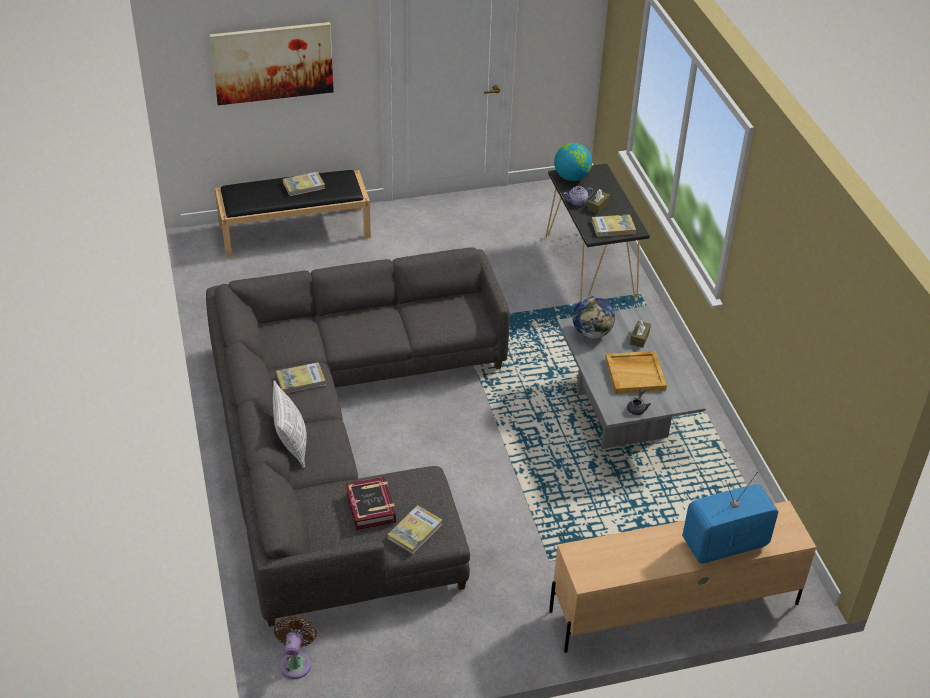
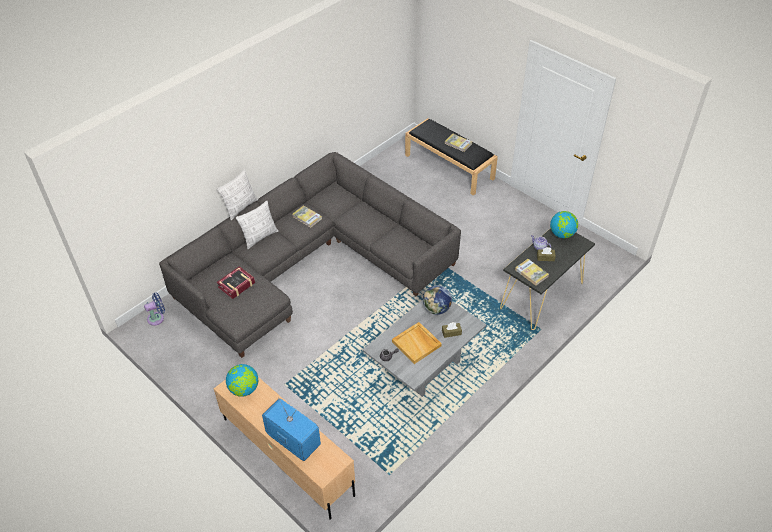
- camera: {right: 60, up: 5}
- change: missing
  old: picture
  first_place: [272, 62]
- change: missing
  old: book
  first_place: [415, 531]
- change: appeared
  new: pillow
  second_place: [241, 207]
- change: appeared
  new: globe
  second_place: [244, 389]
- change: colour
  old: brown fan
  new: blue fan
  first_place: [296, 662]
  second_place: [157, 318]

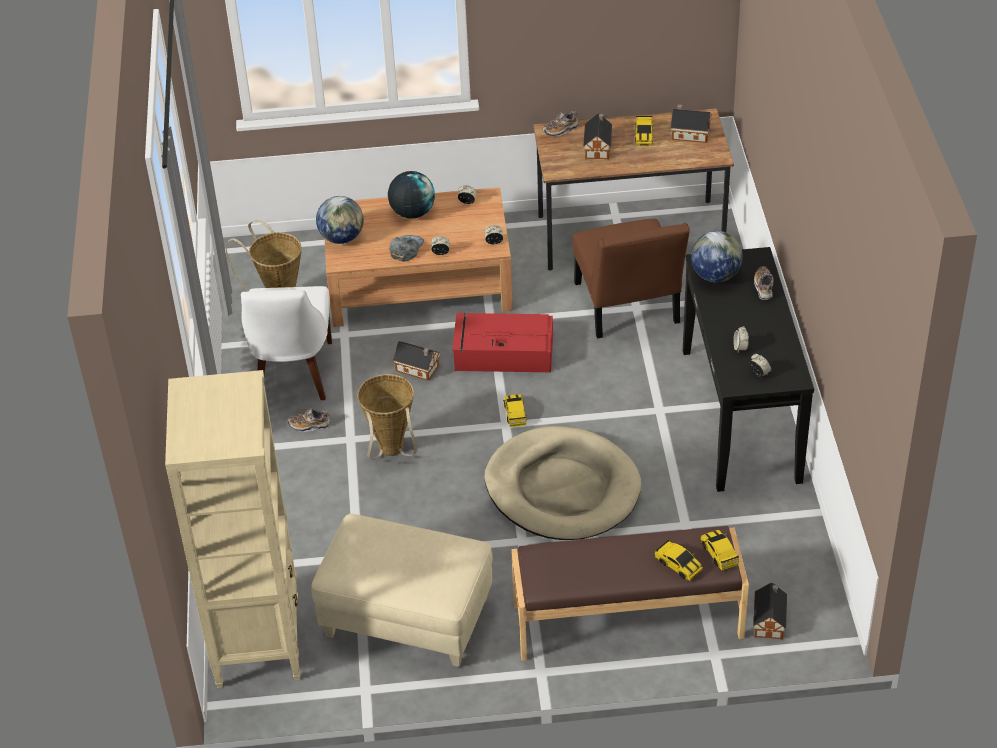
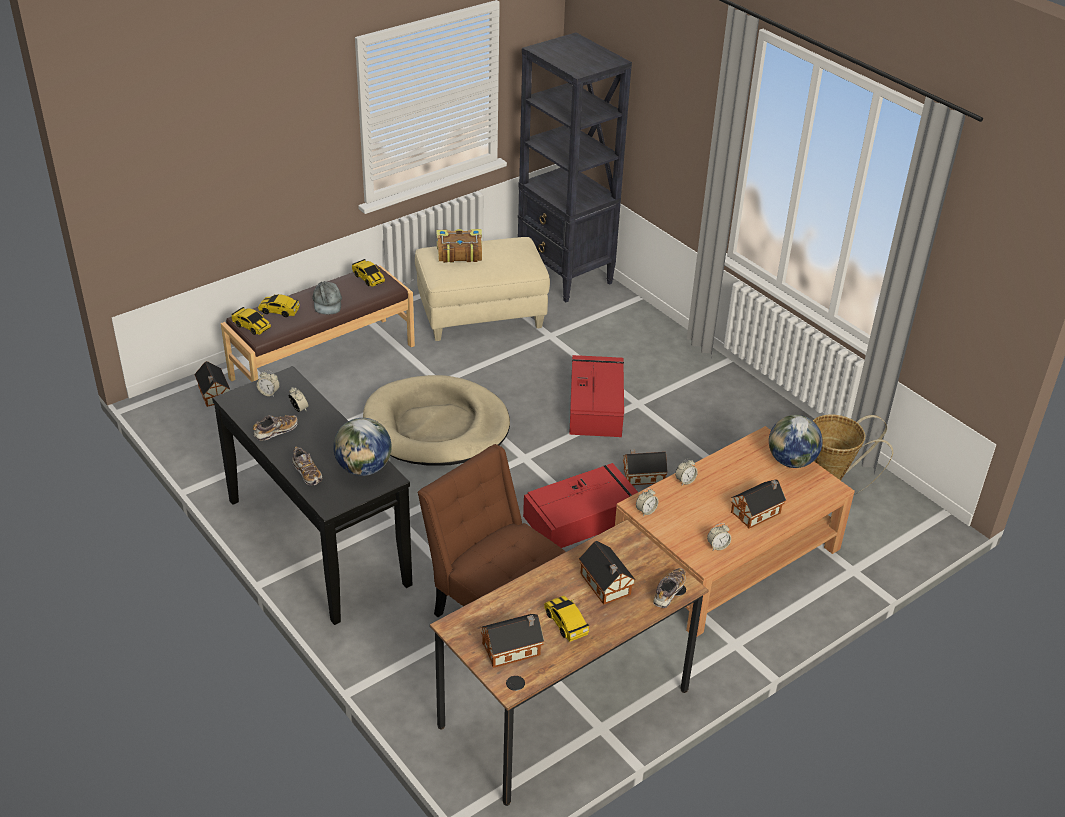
- camera: {right: 145, up: -5}
- change: missing
  old: white chair
  first_place: [292, 375]
- change: appeared
  new: book
  second_place: [458, 252]
- change: relocated
  old: shoe
  first_place: [309, 425]
  second_place: [276, 431]
- change: relocated
  old: grey cap
  first_place: [406, 249]
  second_place: [327, 303]
- change: relocated
  old: toy car
  first_place: [515, 414]
  second_place: [368, 278]
- change: exchanged
  old: basket
  new: red storage box
  first_place: [391, 453]
  second_place: [595, 405]
- change: exchanged
  old: globe
  new: toy house
  first_place: [412, 213]
  second_place: [757, 512]
- change: colour
  old: beige bookcase
  new: black bookcase
  first_place: [258, 641]
  second_place: [565, 276]

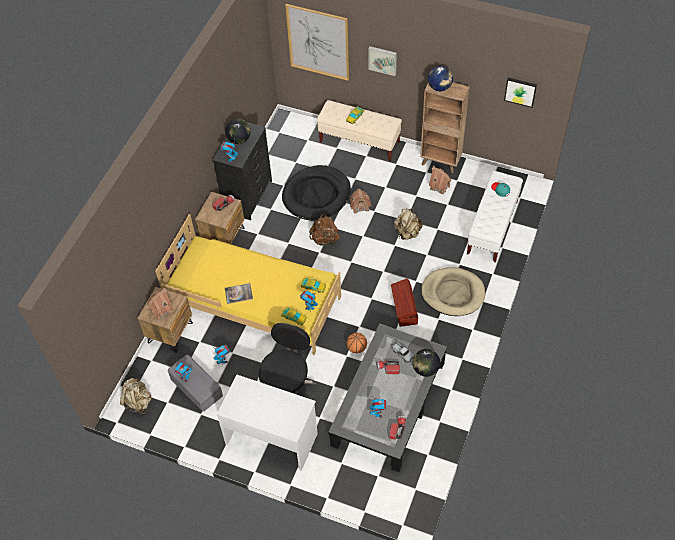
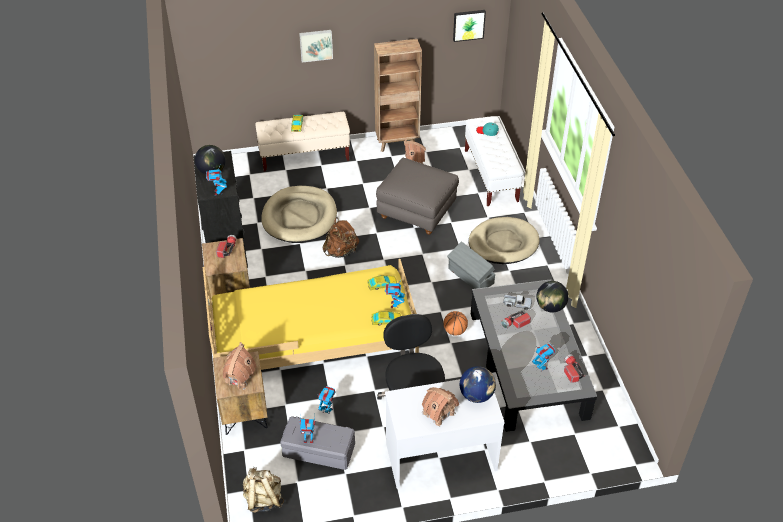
- camera: {right: -35, up: -10}
- change: missing
  old: book
  first_place: [238, 293]
- change: missing
  old: picture
  first_place: [318, 42]
- change: relocated
  old: toy house
  first_place: [360, 206]
  second_place: [439, 413]
- change: relocated
  old: globe
  first_place: [439, 87]
  second_place: [476, 395]
- change: exchanged
  old: beige backpack
  new: grey ottoman
  first_place: [407, 233]
  second_place: [417, 212]
- change: colour
  old: black dog bed
  new: beige dog bed
  first_place: [316, 195]
  second_place: [299, 217]
- change: colour
  old: brown storage box
  new: grey storage box
  first_place: [404, 309]
  second_place: [470, 276]

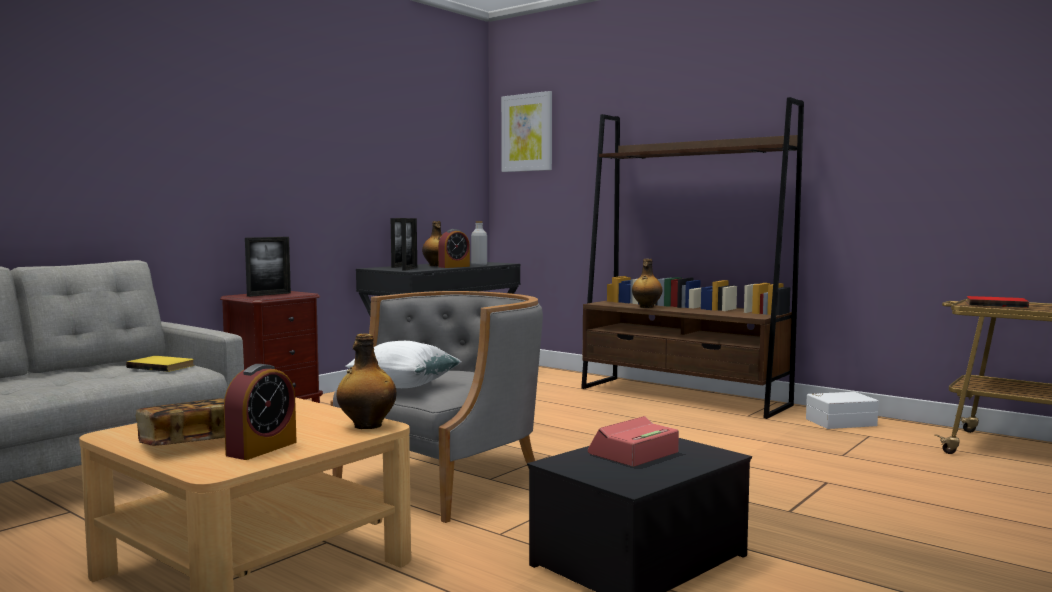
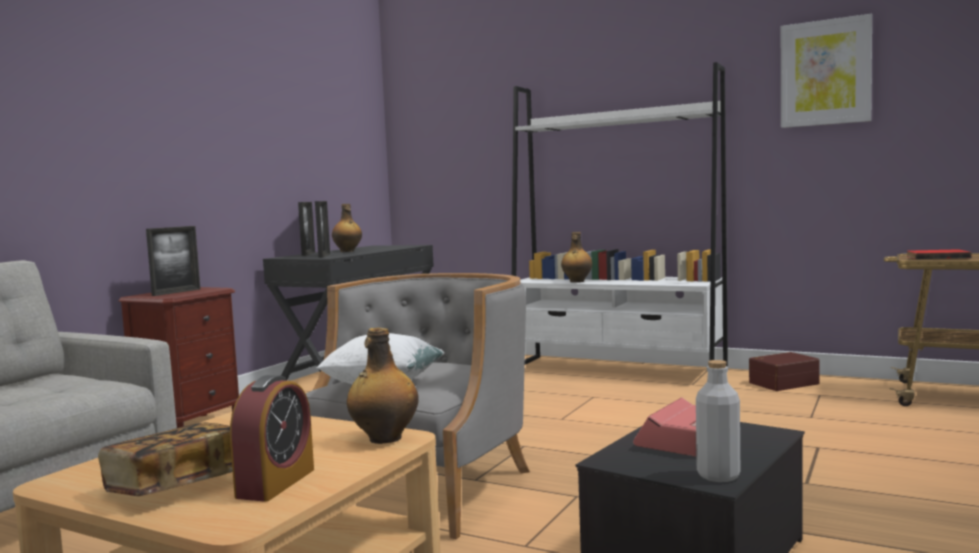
- camera: {right: -10, up: 0}
- change: missing
  old: yellow book
  first_place: [163, 366]
- change: missing
  old: alarm clock
  first_place: [454, 267]
- change: relocated
  old: grey bottle
  first_place: [479, 265]
  second_place: [718, 475]
- change: relocated
  old: picture
  first_place: [527, 132]
  second_place: [825, 73]
- change: colour
  old: brown bookcase
  new: white bookcase
  first_place: [683, 396]
  second_place: [617, 370]
- change: colour
  old: white storage box
  new: brown storage box
  first_place: [840, 422]
  second_place: [782, 383]

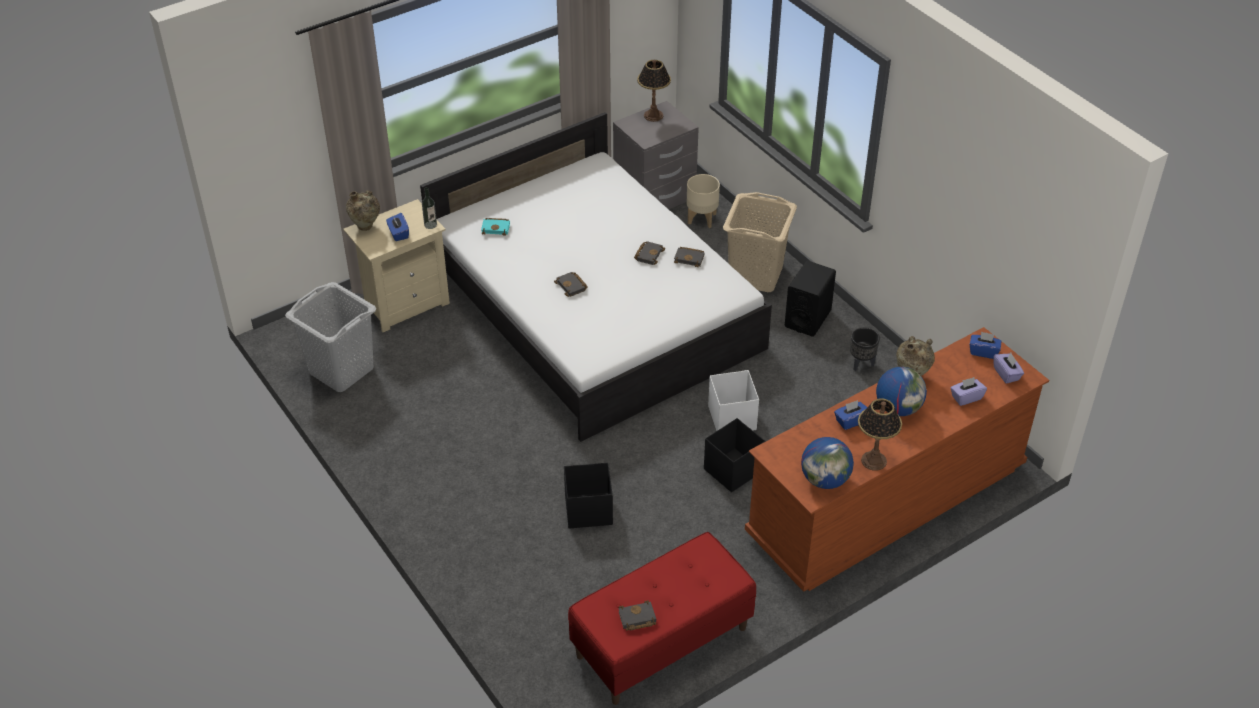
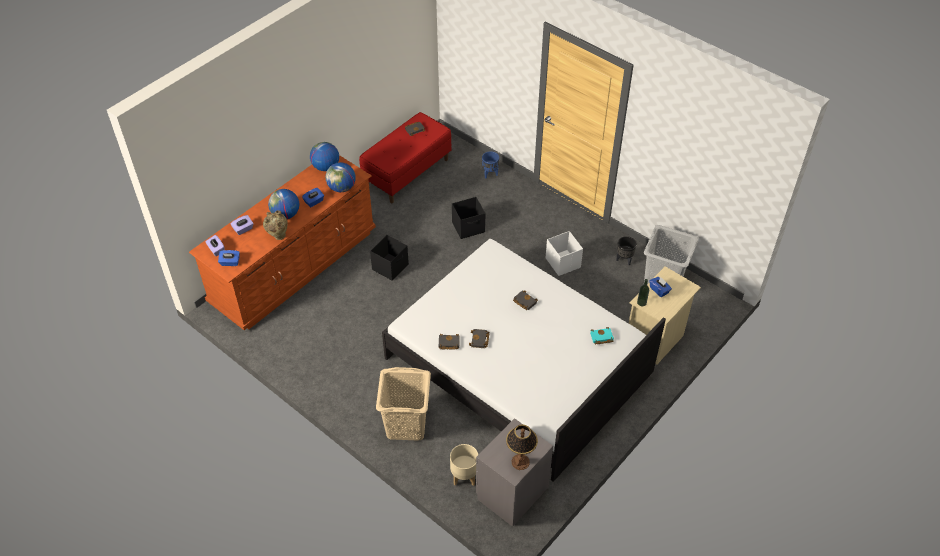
- camera: {right: 165, up: 5}
- change: missing
  old: beige vase
  first_place: [366, 228]
- change: missing
  old: black speaker
  first_place: [807, 318]
- change: missing
  old: table lamp
  first_place: [873, 461]
- change: appeared
  new: globe
  second_place: [342, 188]
- change: appeared
  new: blue planter
  second_place: [490, 174]
- change: relocated
  old: white storage box
  first_place: [732, 417]
  second_place: [563, 263]
- change: relocated
  old: black planter
  first_place: [861, 364]
  second_place: [624, 260]

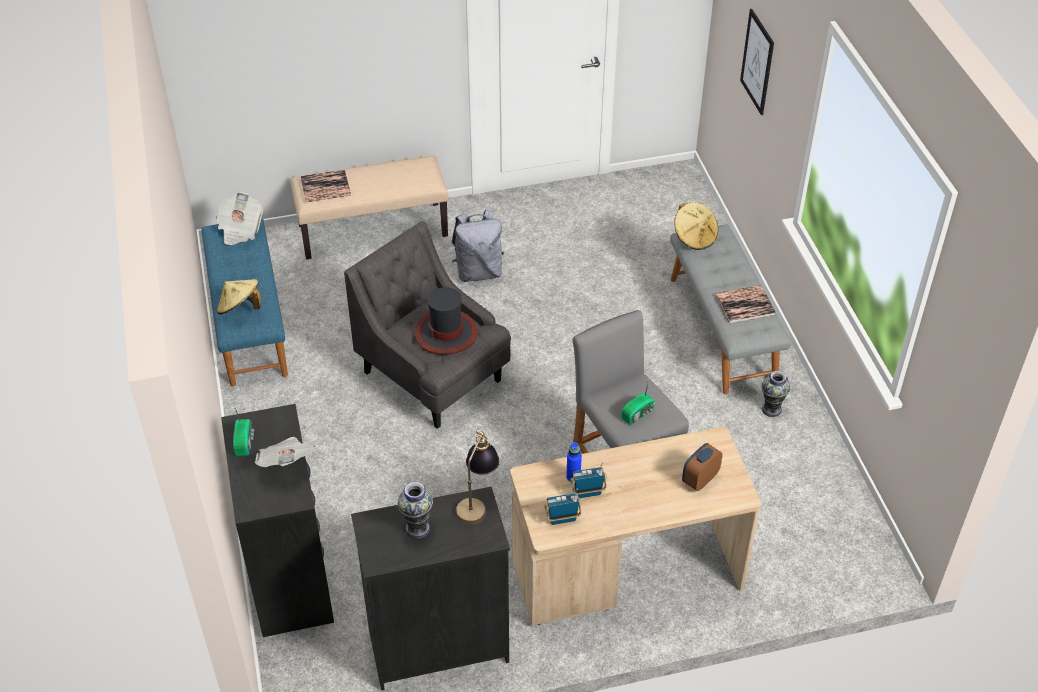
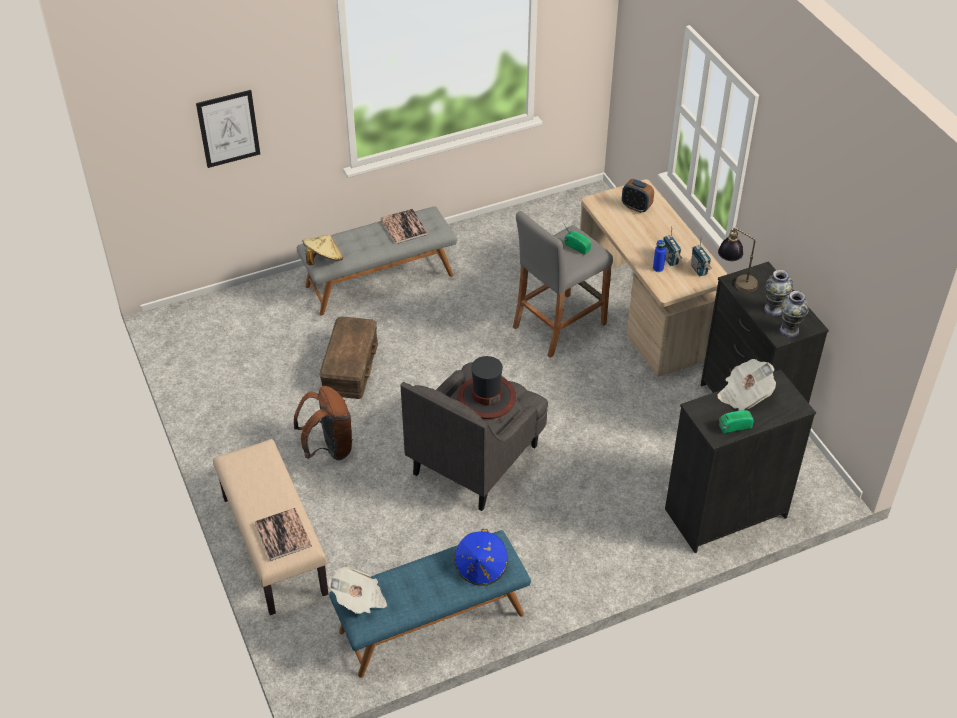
- camera: {right: -100, up: 0}
- change: appeared
  new: brown storage box
  second_place: [349, 366]
- change: relocated
  old: vase
  first_place: [771, 409]
  second_place: [789, 330]
- change: colour
  old: beige hat
  new: blue hat
  first_place: [240, 308]
  second_place: [481, 568]
- change: colour
  old: grey backpack
  new: brown backpack
  first_place: [478, 272]
  second_place: [328, 448]

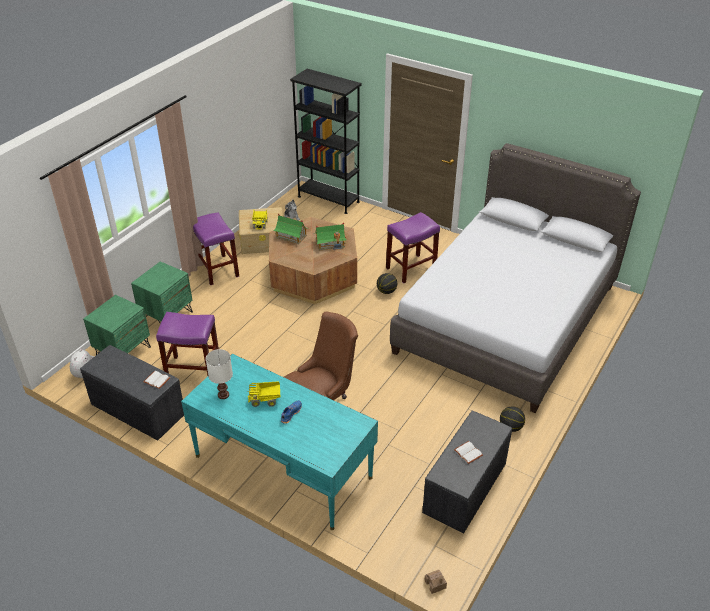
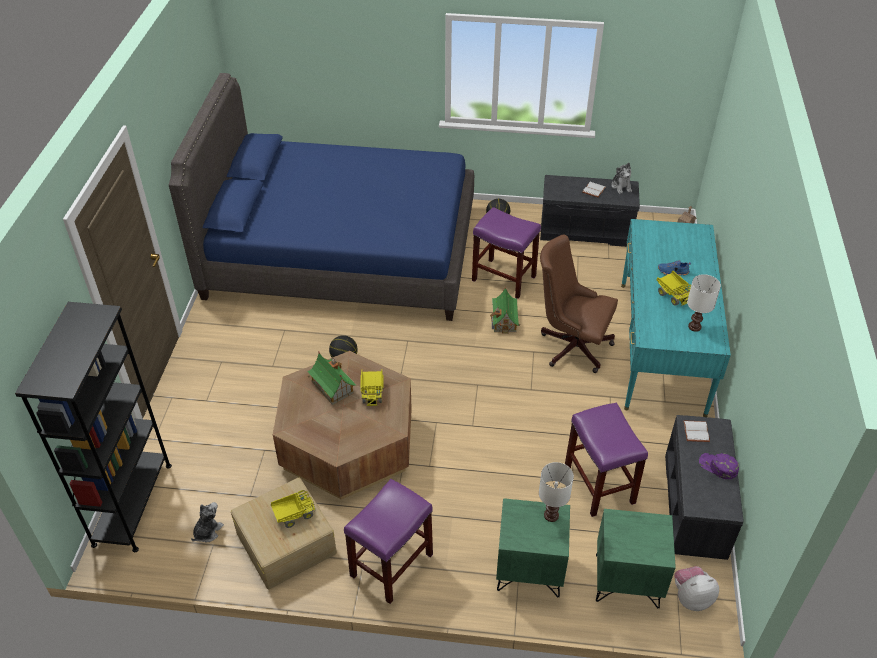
- camera: {right: -115, up: 5}
- change: appeared
  new: toy truck
  second_place: [372, 393]
- change: appeared
  new: white table lamp
  second_place: [550, 515]
- change: appeared
  new: plush toy
  second_place: [621, 186]
- change: appeared
  new: purple cap
  second_place: [718, 467]
- change: relocated
  old: toy house
  first_place: [291, 236]
  second_place: [504, 320]
- change: relocated
  old: purple stool
  first_place: [410, 269]
  second_place: [504, 278]
- change: colour
  old: grey bed
  new: blue bed
  first_place: [506, 318]
  second_place: [341, 252]

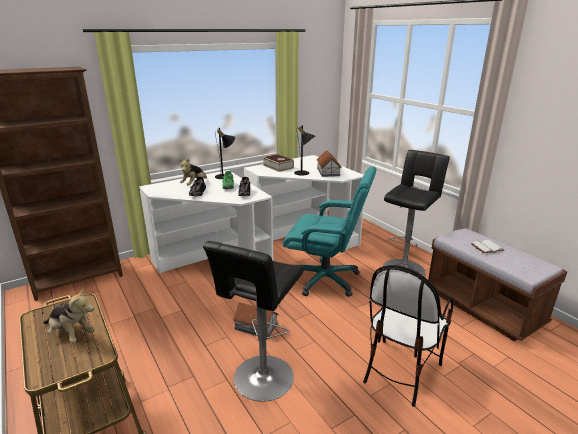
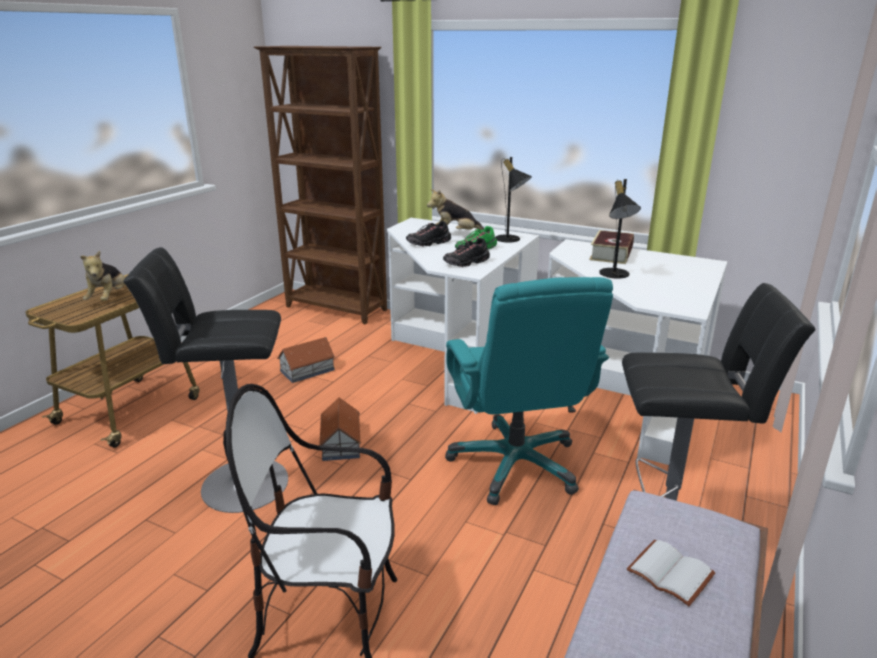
- camera: {right: 60, up: 0}
- change: relocated
  old: toy house
  first_place: [328, 171]
  second_place: [308, 370]

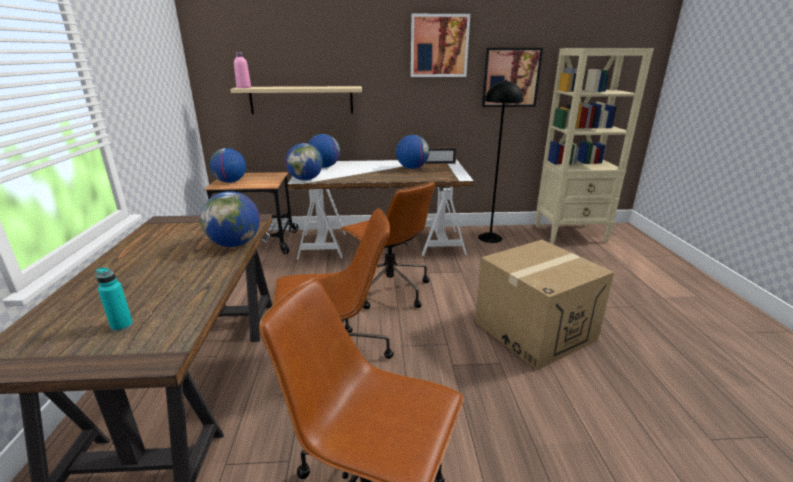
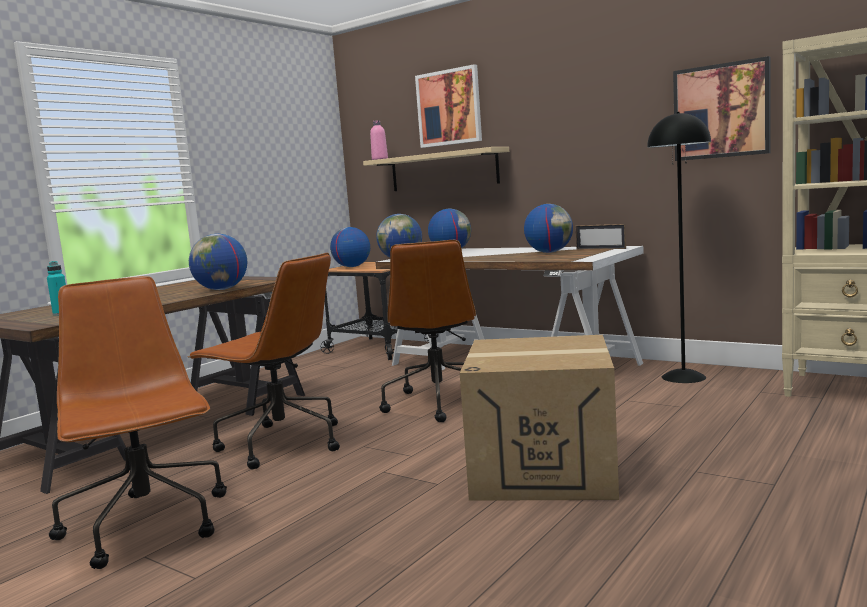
- camera: {right: 40, up: -15}
- change: relocated
  old: picture
  first_place: [439, 46]
  second_place: [449, 107]

